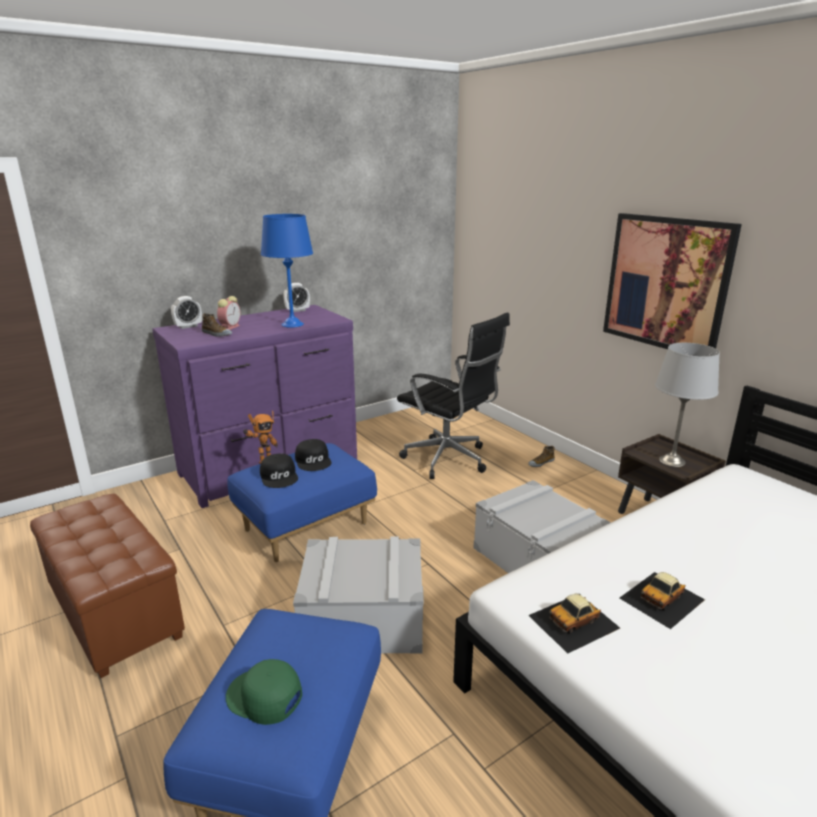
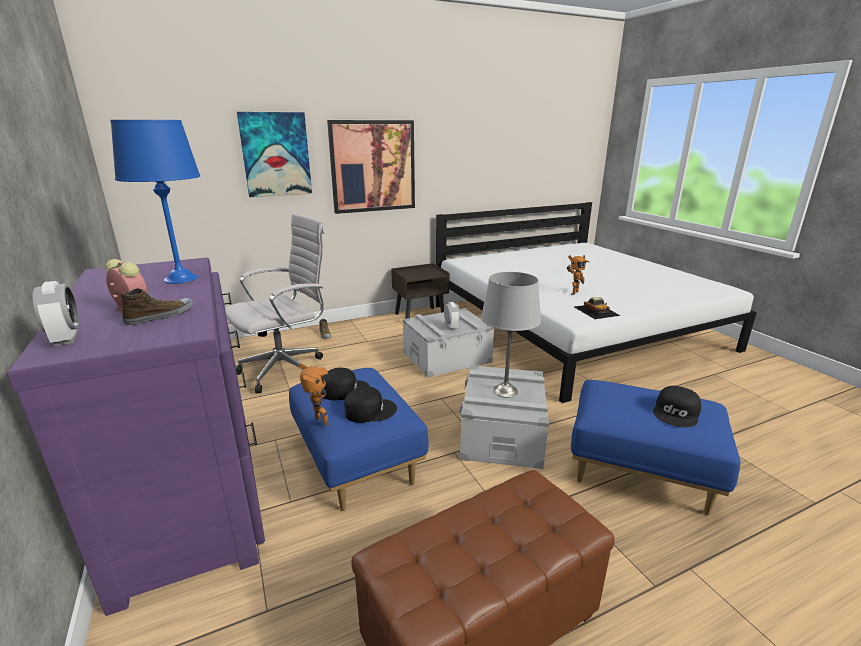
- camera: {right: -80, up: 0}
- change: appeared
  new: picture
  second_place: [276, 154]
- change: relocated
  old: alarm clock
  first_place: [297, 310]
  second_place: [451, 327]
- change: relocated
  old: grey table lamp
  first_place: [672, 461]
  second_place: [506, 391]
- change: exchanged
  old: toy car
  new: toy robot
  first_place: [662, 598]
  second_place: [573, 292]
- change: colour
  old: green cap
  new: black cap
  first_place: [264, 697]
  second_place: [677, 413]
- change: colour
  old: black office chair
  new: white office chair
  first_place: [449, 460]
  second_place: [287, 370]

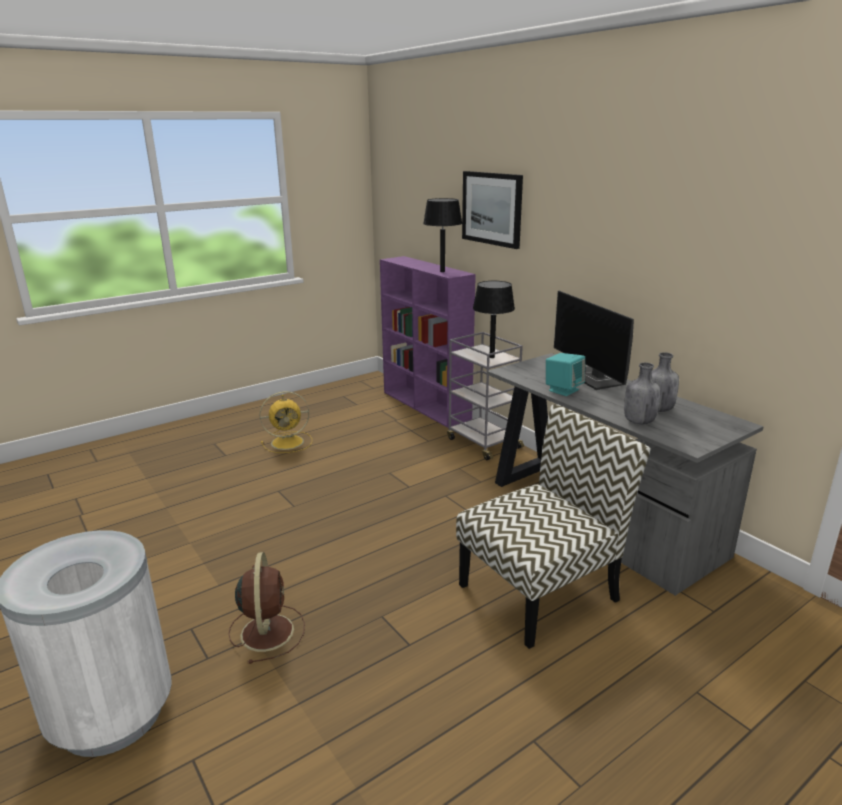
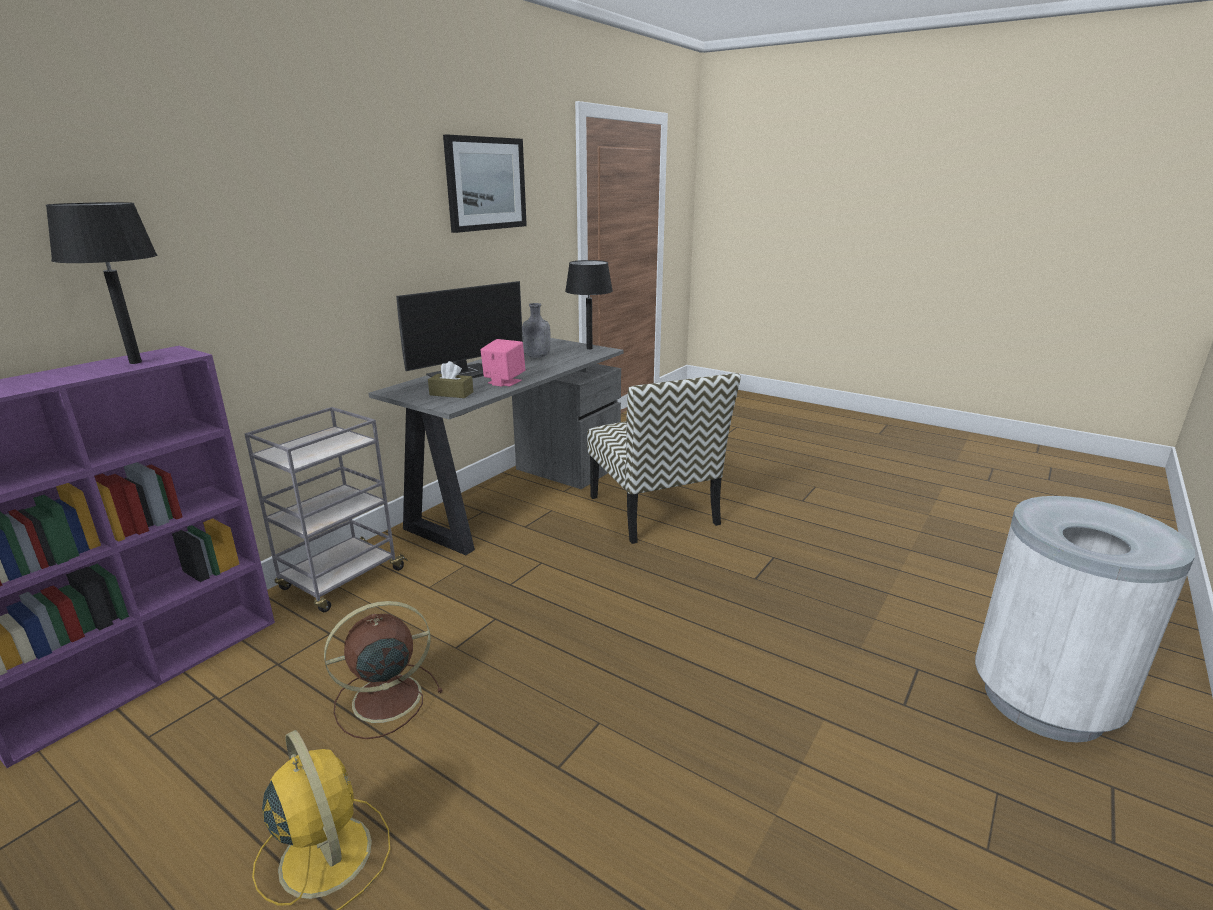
- camera: {right: -110, up: 0}
- change: missing
  old: grey bottle
  first_place: [638, 421]
- change: appeared
  new: brown tissue box
  second_place: [451, 393]
- change: relocated
  old: brown fan
  first_place: [267, 630]
  second_place: [383, 699]
- change: relocated
  old: picture
  first_place: [492, 208]
  second_place: [486, 184]
- change: relocated
  old: black table lamp
  first_place: [491, 357]
  second_place: [589, 348]
- change: colour
  old: turquoise speaker
  new: pink speaker
  first_place: [563, 390]
  second_place: [504, 382]
- change: spun
  old: chair
  first_place: [539, 591]
  second_place: [654, 511]
  degrees: -150

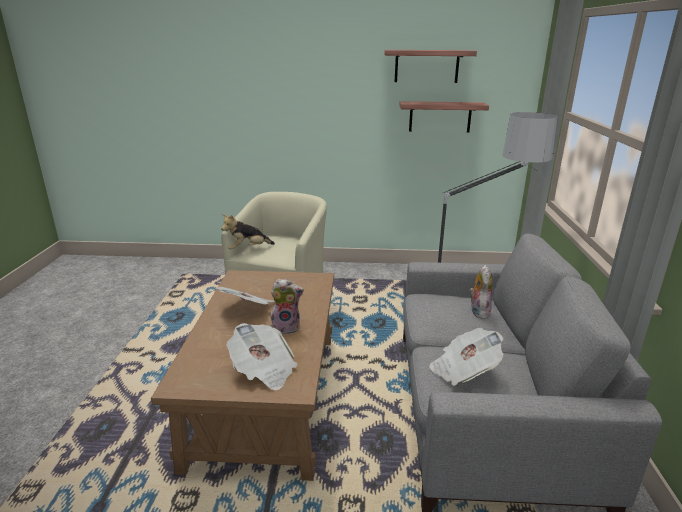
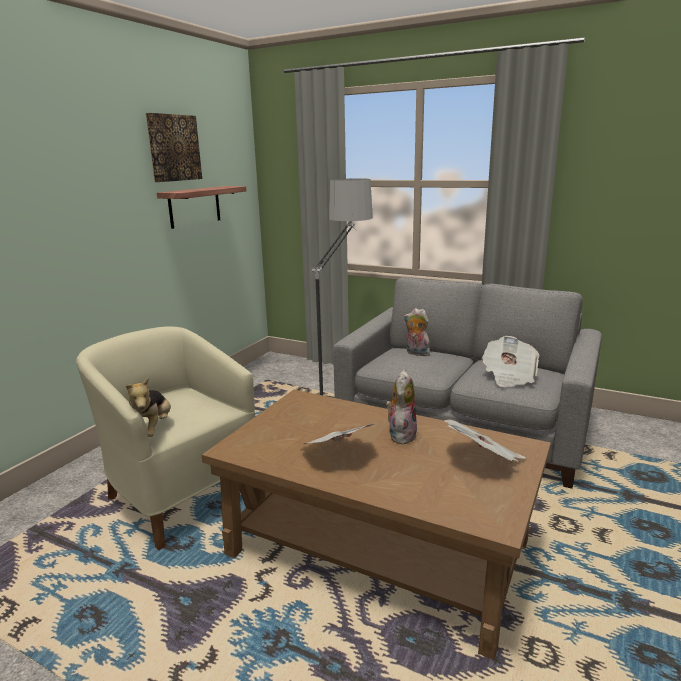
- camera: {right: -65, up: -5}
- change: exchanged
  old: shelf
  new: picture
  first_place: [426, 66]
  second_place: [173, 148]

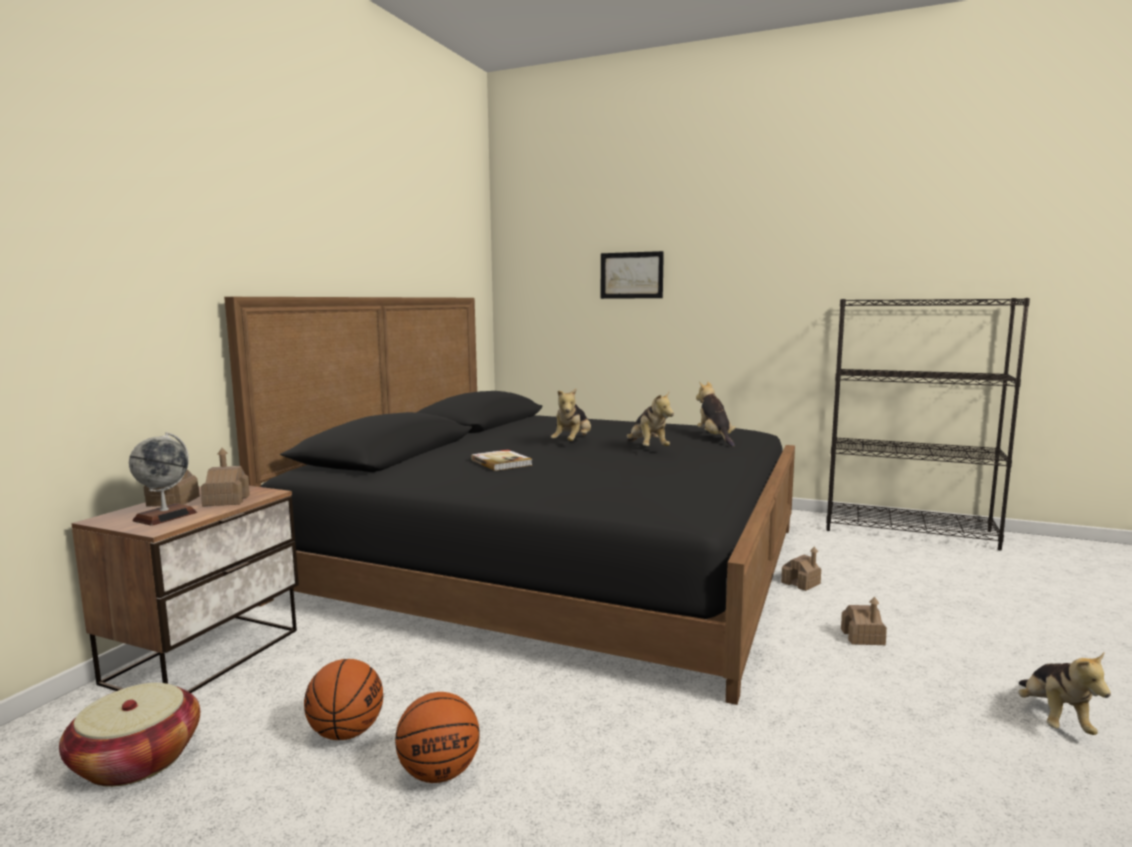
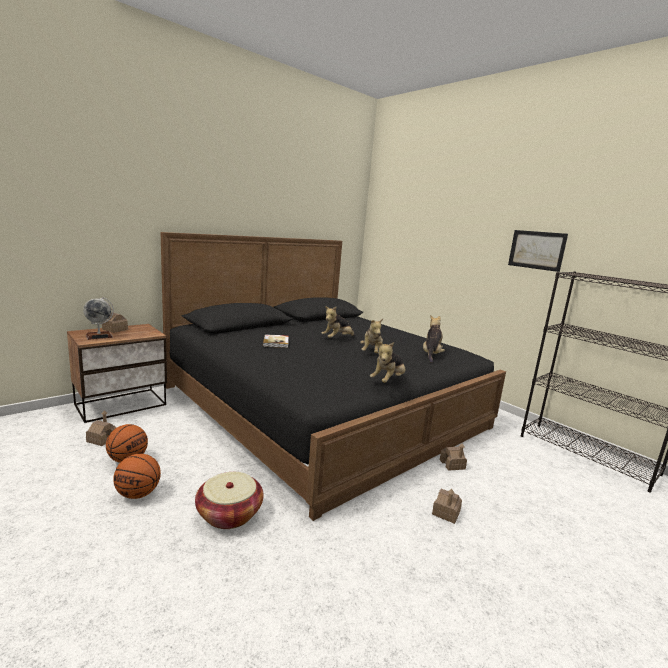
- camera: {right: 25, up: 5}
- change: relocated
  old: basket
  first_place: [137, 760]
  second_place: [229, 514]
- change: relocated
  old: toy house
  first_place: [226, 500]
  second_place: [101, 439]
- change: relocated
  old: picture
  first_place: [631, 275]
  second_place: [536, 250]
- change: relocated
  old: plush toy
  first_place: [1053, 719]
  second_place: [388, 381]

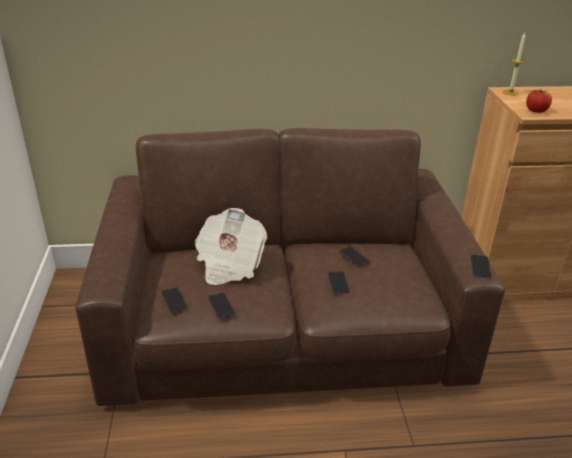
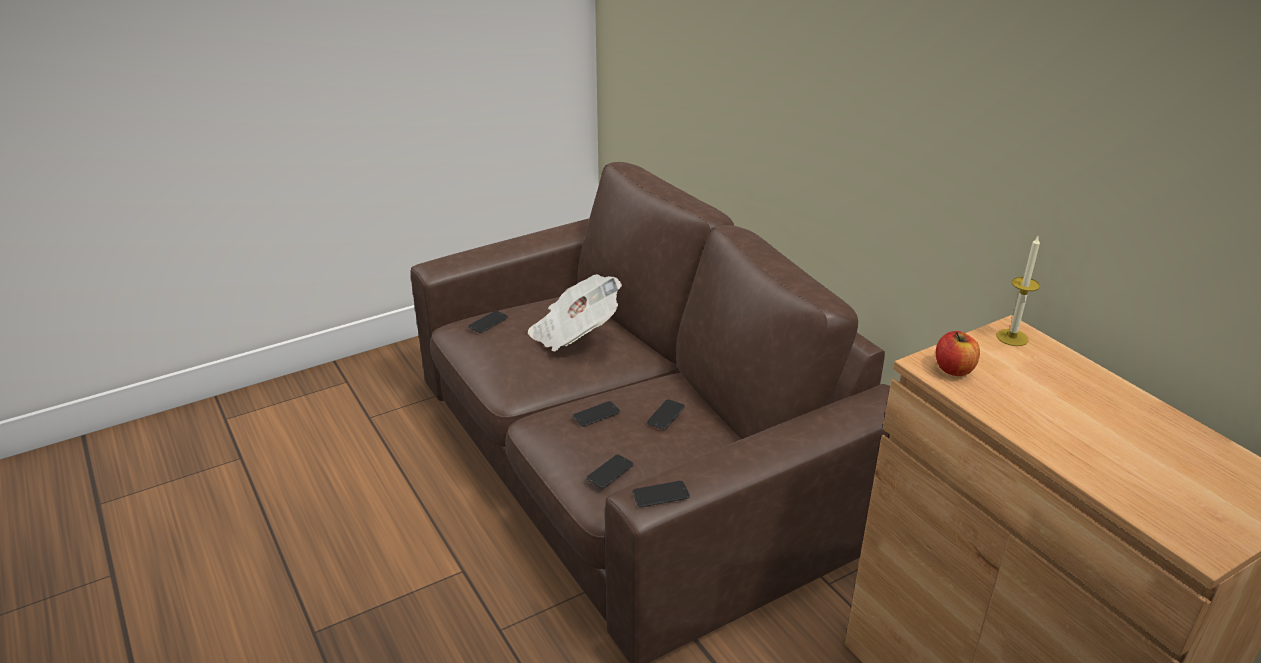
- camera: {right: 65, up: 0}
- change: relocated
  old: phone
  first_place: [221, 306]
  second_place: [610, 472]

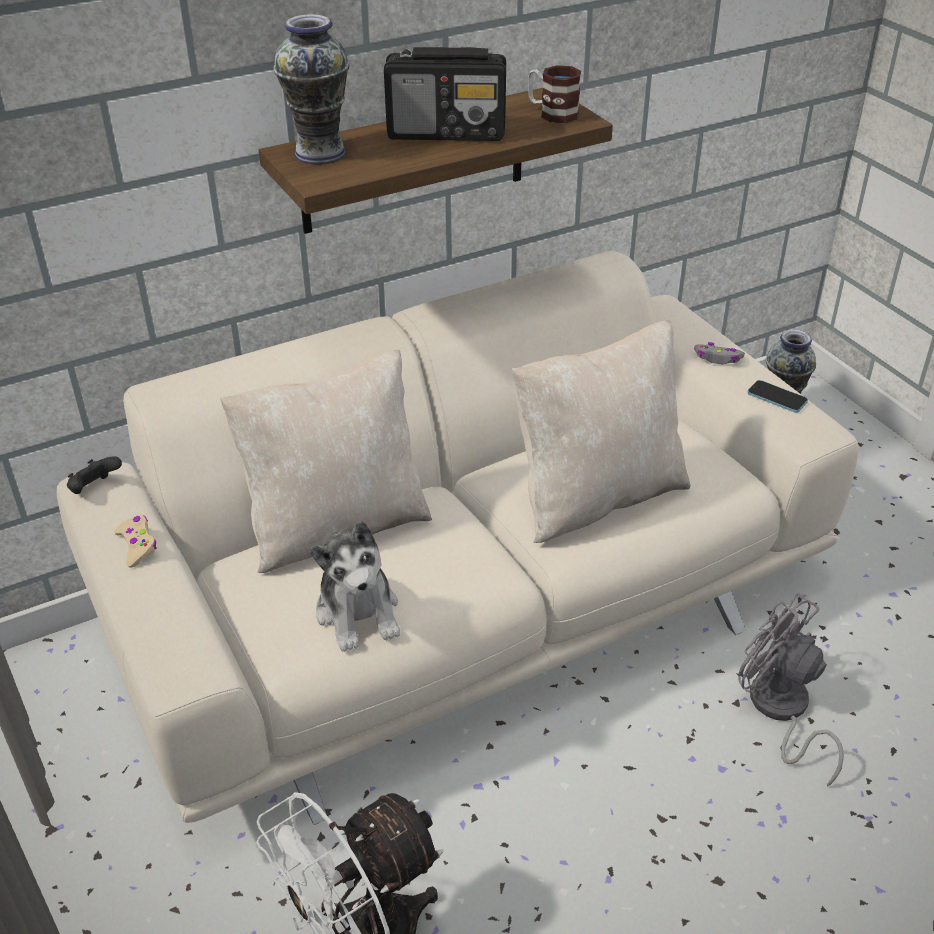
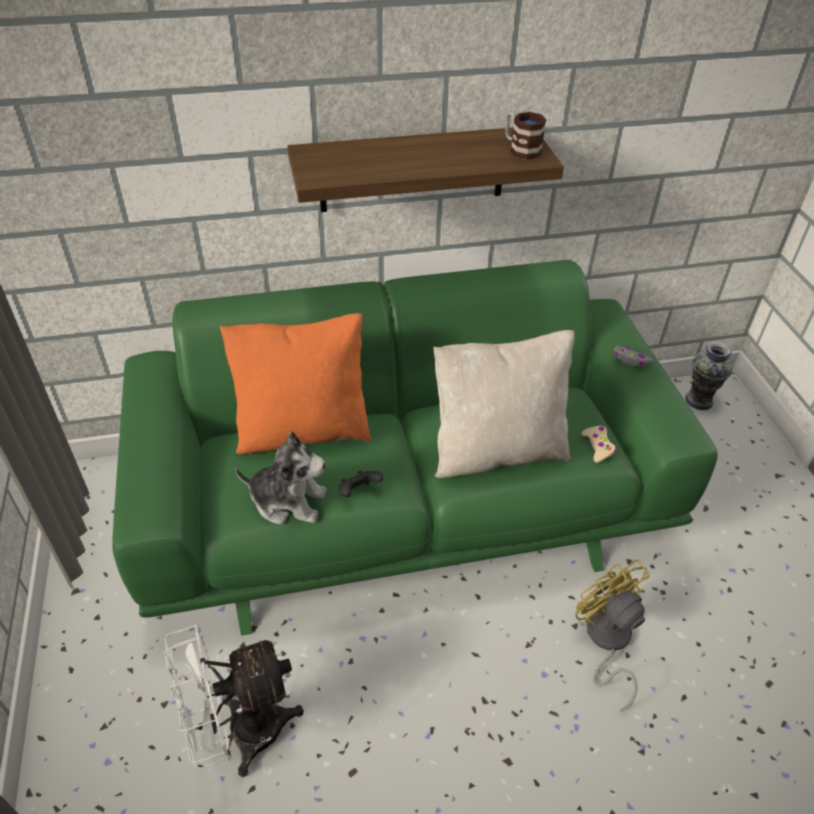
- camera: {right: 15, up: 5}
- change: missing
  old: vase
  first_place: [321, 153]
- change: missing
  old: radio
  first_place: [447, 133]
- change: missing
  old: phone
  first_place: [777, 398]
- change: relocated
  old: black game controller
  first_place: [95, 489]
  second_place: [358, 492]
- change: relocated
  old: beige game controller
  first_place: [137, 545]
  second_place: [598, 447]
- change: colour
  old: beige sofa
  new: green sofa
  first_place: [469, 609]
  second_place: [405, 503]
- change: colour
  old: beige pillow
  new: orange pillow
  first_place: [336, 526]
  second_place: [303, 430]
- change: colour
  old: grey fan
  new: yellow fan
  first_place: [780, 711]
  second_place: [606, 641]
- change: spun
  old: plush toy
  first_place: [358, 612]
  second_place: [288, 501]
  degrees: -75

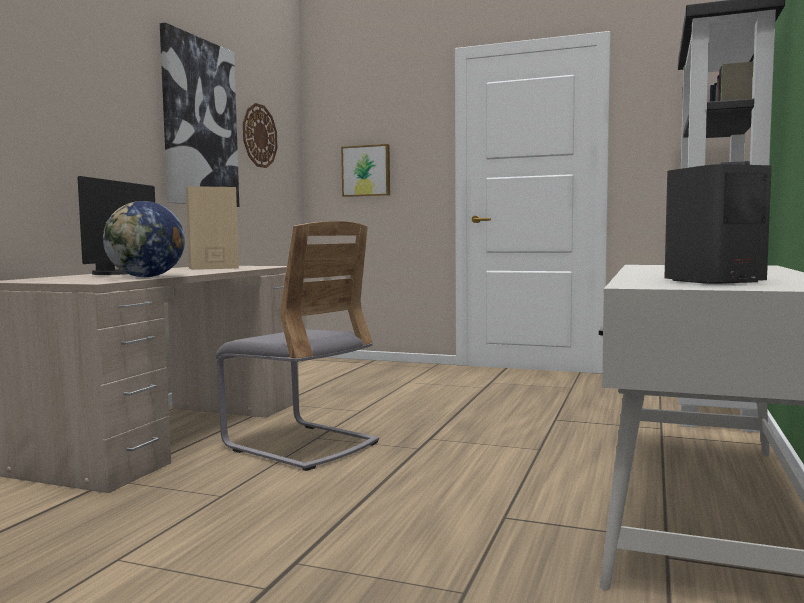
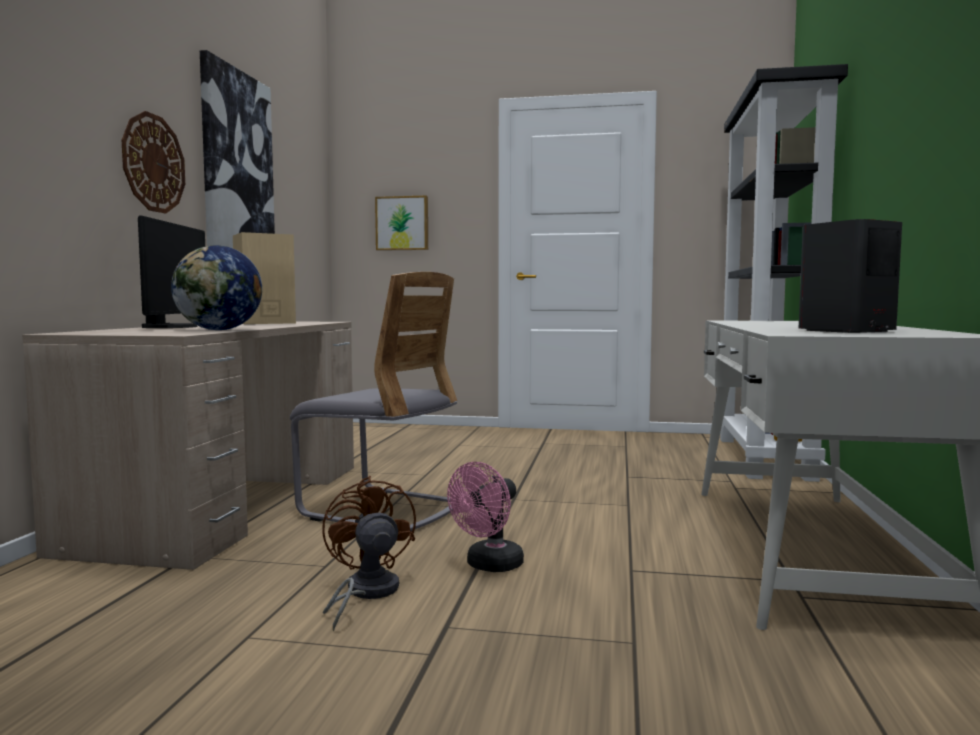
- camera: {right: -10, up: 0}
- change: appeared
  new: brown fan
  second_place: [365, 593]
- change: appeared
  new: pink fan
  second_place: [489, 566]
- change: relocated
  old: wall clock
  first_place: [259, 136]
  second_place: [153, 163]

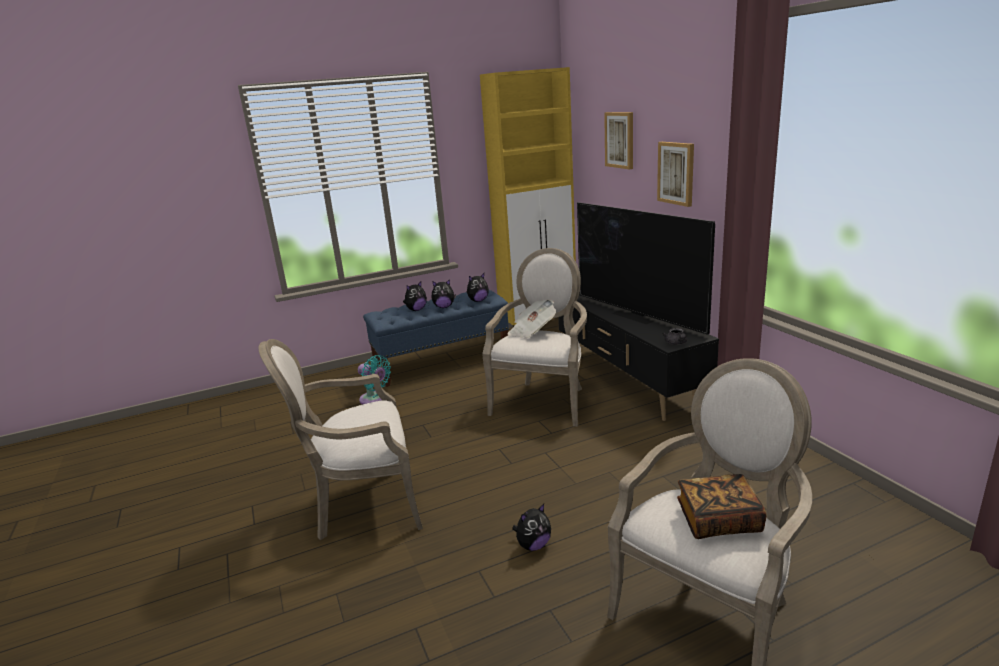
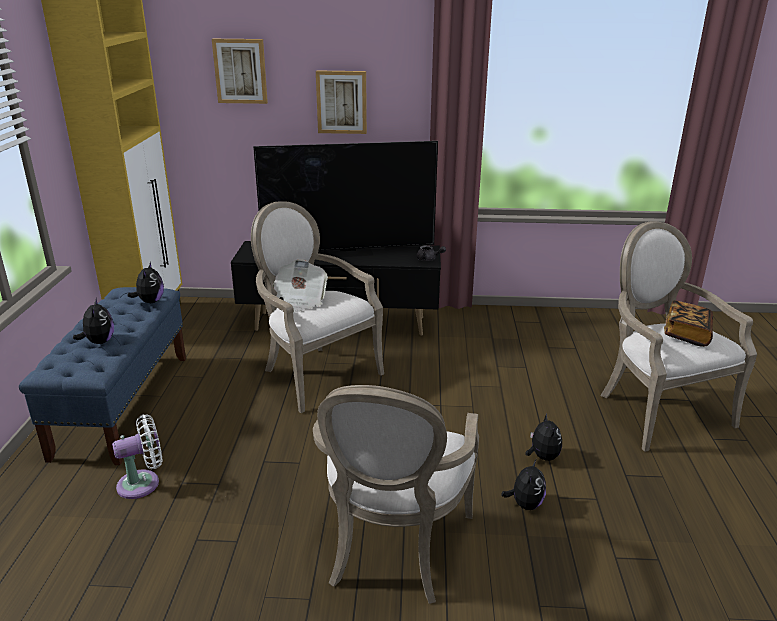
- camera: {right: -65, up: 5}
- change: relocated
  old: plush toy
  first_place: [444, 307]
  second_place: [525, 504]
- change: colour
  old: turquoise fan
  new: white fan
  first_place: [375, 399]
  second_place: [143, 483]

